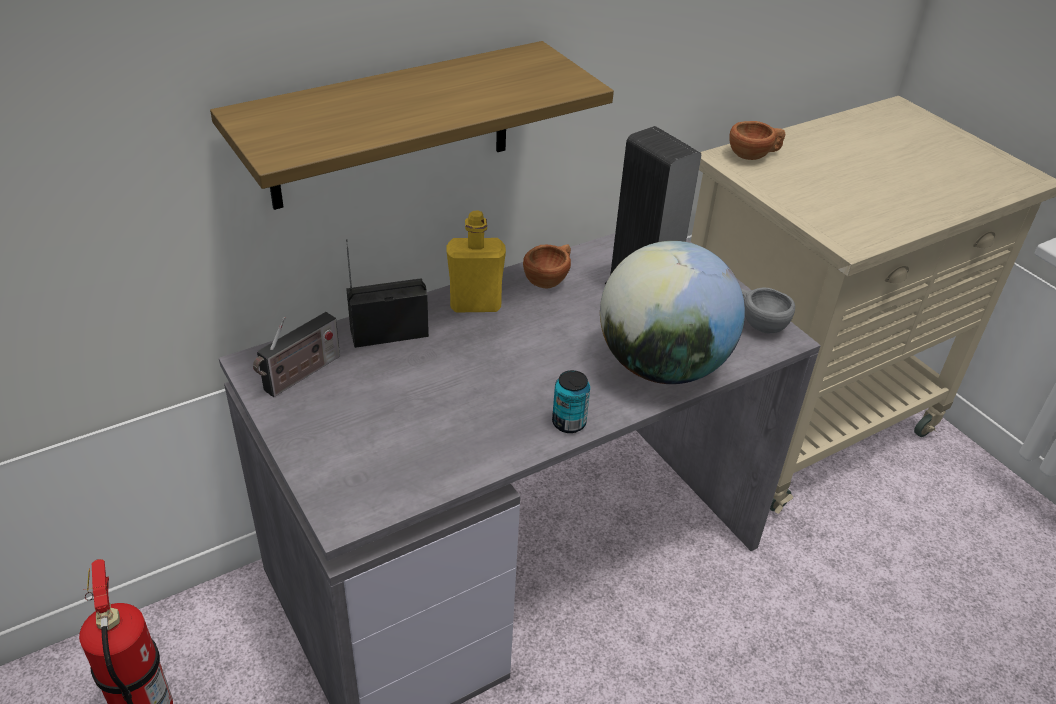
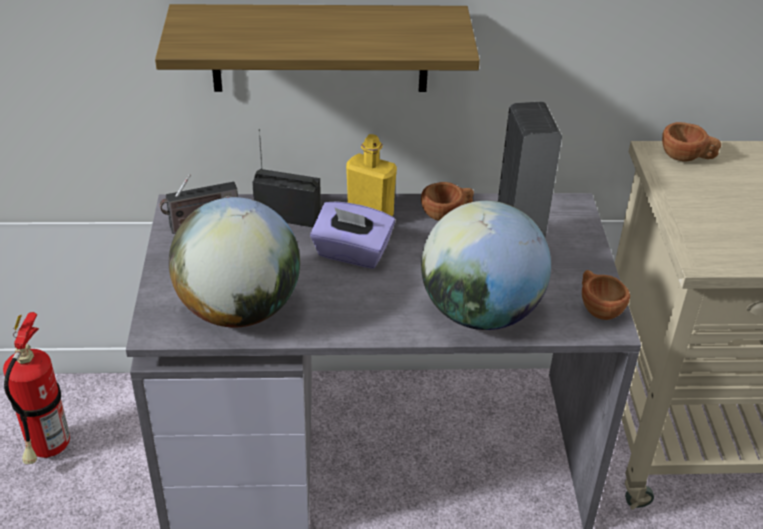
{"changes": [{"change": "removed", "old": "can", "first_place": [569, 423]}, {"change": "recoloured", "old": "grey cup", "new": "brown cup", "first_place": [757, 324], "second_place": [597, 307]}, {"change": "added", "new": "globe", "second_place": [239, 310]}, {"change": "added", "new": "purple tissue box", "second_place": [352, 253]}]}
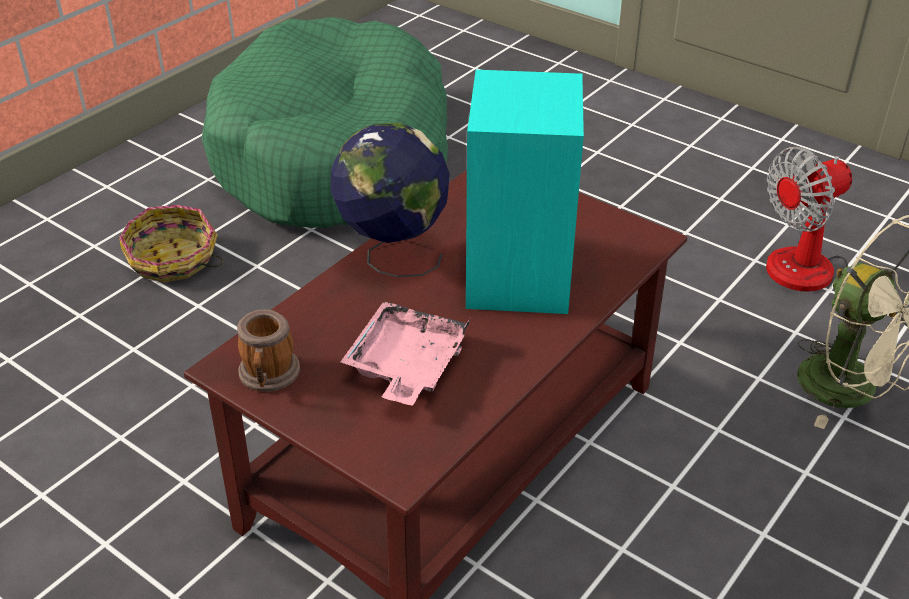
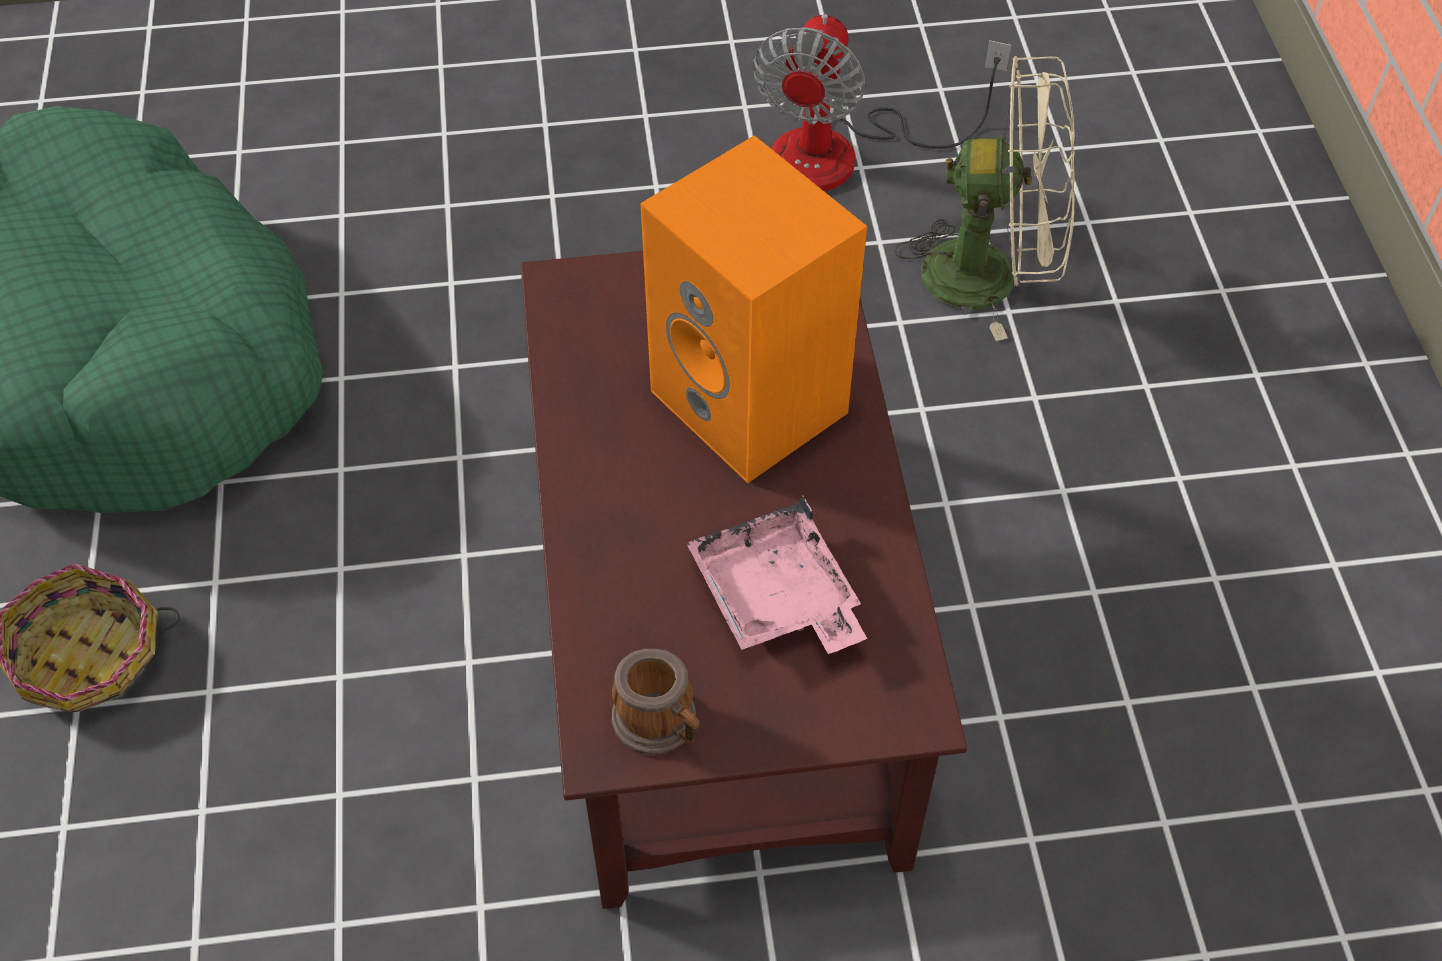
{"changes": [{"change": "removed", "old": "globe", "first_place": [393, 256]}, {"change": "recoloured", "old": "turquoise speaker", "new": "orange speaker", "first_place": [521, 278], "second_place": [755, 403]}]}
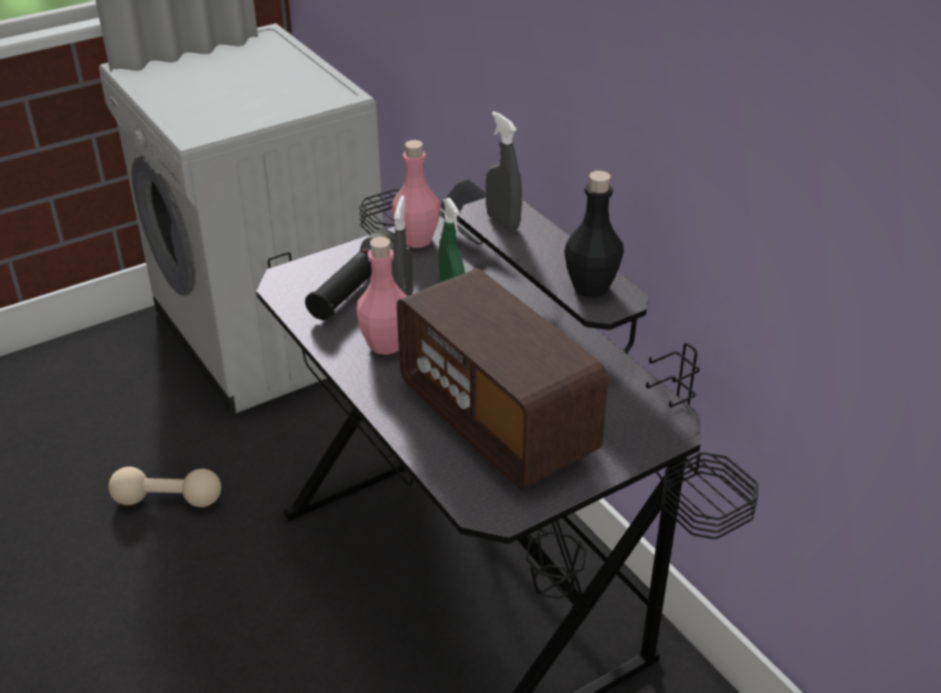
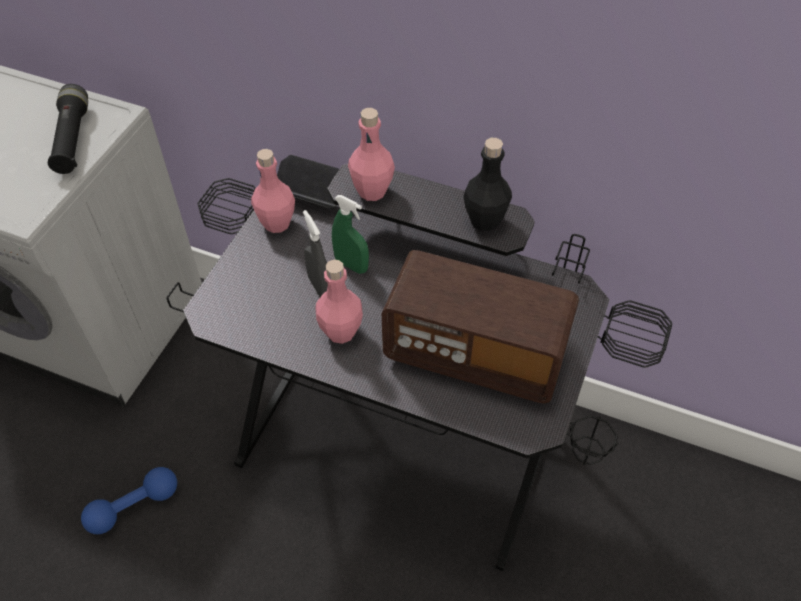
{"changes": [{"change": "recoloured", "old": "beige dumbbell", "new": "blue dumbbell", "first_place": [168, 500], "second_place": [134, 506]}, {"change": "moved", "old": "black flashlight", "first_place": [355, 288], "second_place": [72, 139]}, {"change": "replaced", "old": "grey spray bottle", "new": "pink bottle", "first_place": [502, 222], "second_place": [372, 191]}]}
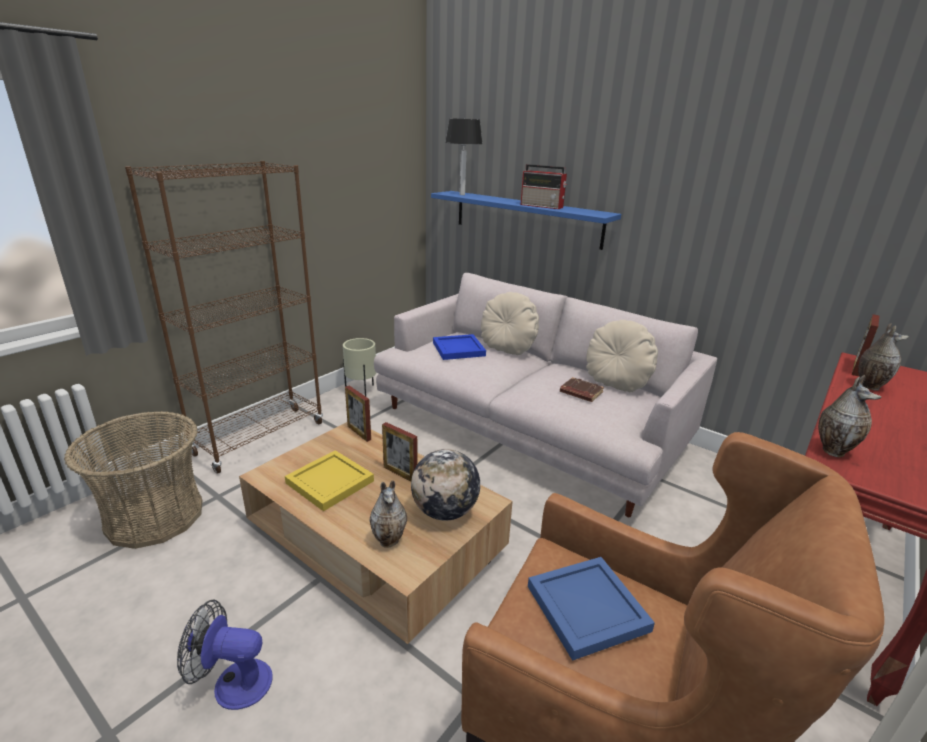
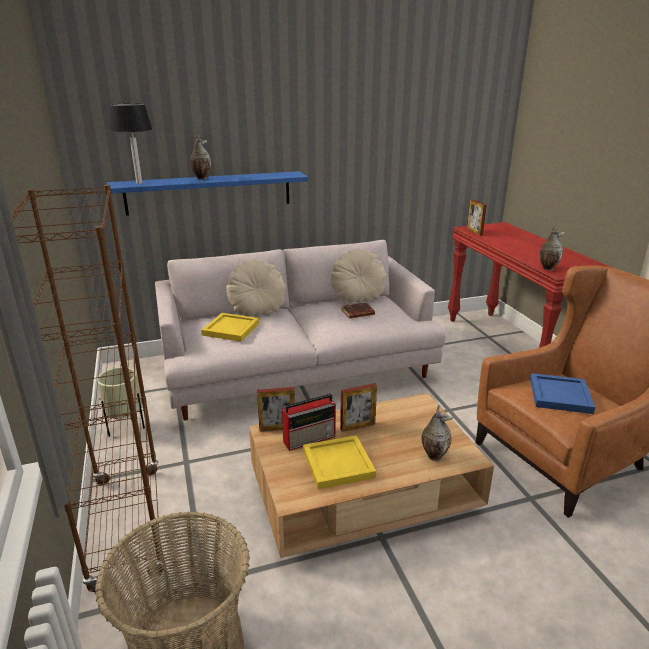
{"changes": [{"change": "removed", "old": "fan", "first_place": [233, 682]}, {"change": "removed", "old": "globe", "first_place": [445, 511]}, {"change": "recoloured", "old": "blue tray", "new": "yellow tray", "first_place": [457, 349], "second_place": [230, 329]}, {"change": "moved", "old": "radio", "first_place": [542, 206], "second_place": [310, 438]}, {"change": "moved", "old": "vase", "first_place": [868, 386], "second_place": [201, 178]}]}
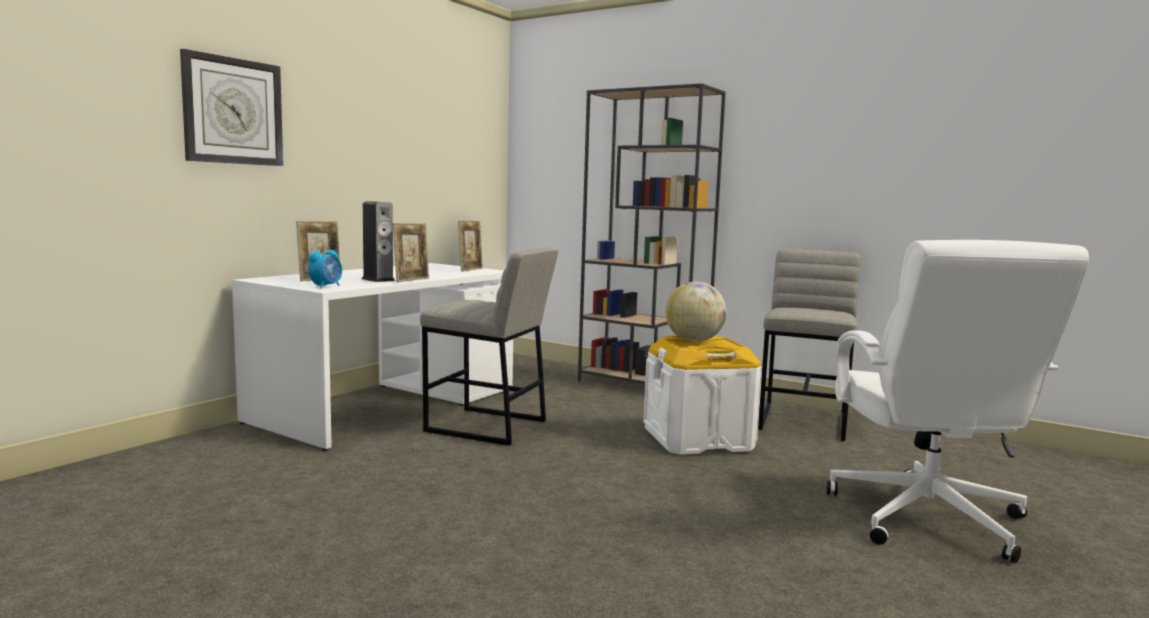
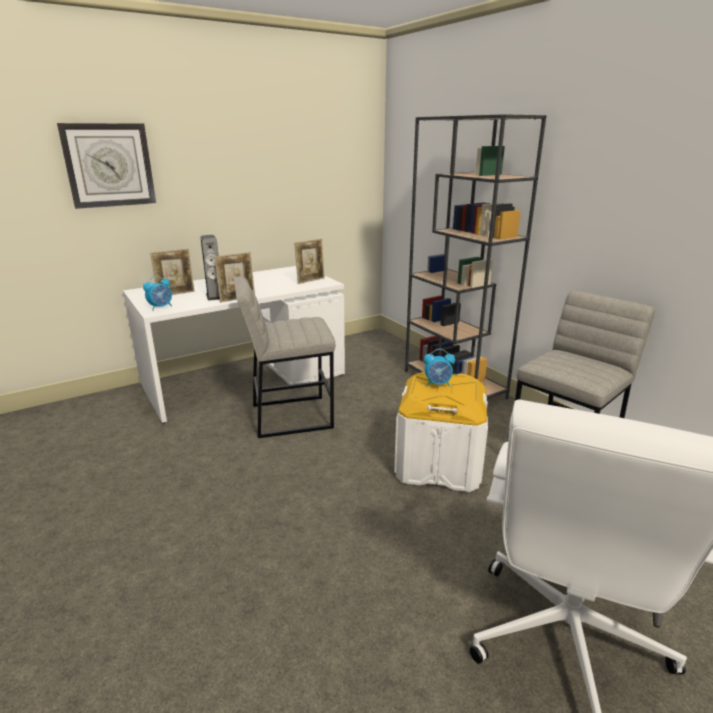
{"changes": [{"change": "turned", "old": "grey chair", "first_place": [489, 426], "second_place": [289, 416], "degrees": 120}, {"change": "replaced", "old": "globe", "new": "alarm clock", "first_place": [694, 341], "second_place": [438, 384]}]}
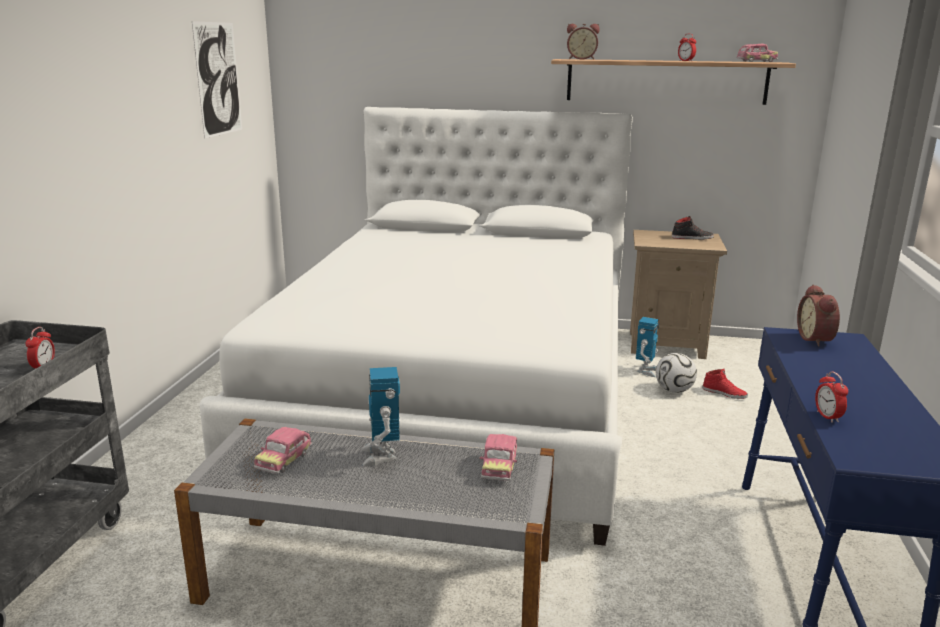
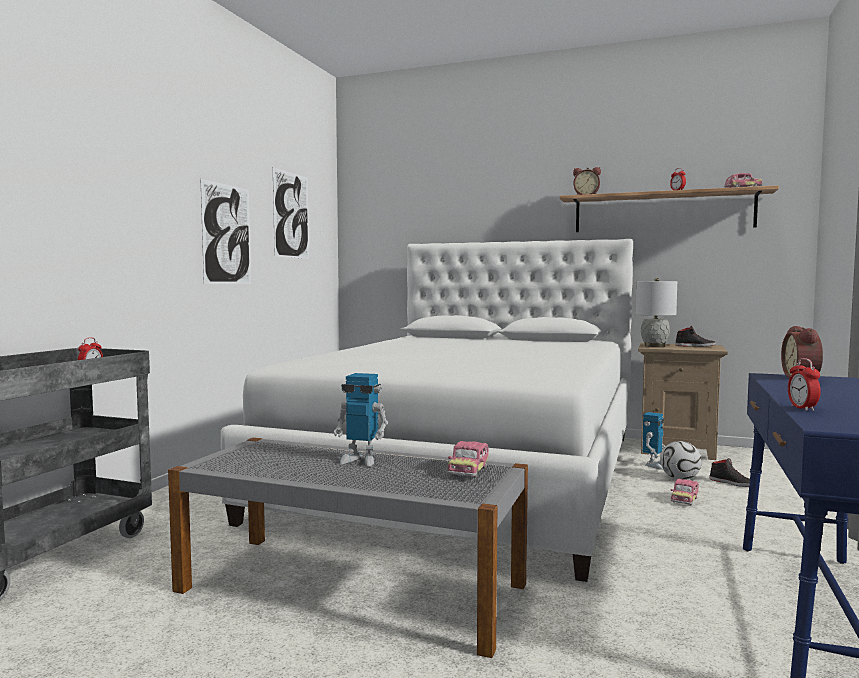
{"changes": [{"change": "moved", "old": "toy car", "first_place": [284, 460], "second_place": [684, 500]}, {"change": "turned", "old": "toy robot", "first_place": [381, 456], "second_place": [361, 460], "degrees": -75}, {"change": "recoloured", "old": "red shoe", "new": "black shoe", "first_place": [724, 393], "second_place": [732, 483]}, {"change": "added", "new": "picture", "second_place": [227, 234]}, {"change": "added", "new": "white table lamp", "second_place": [654, 346]}]}
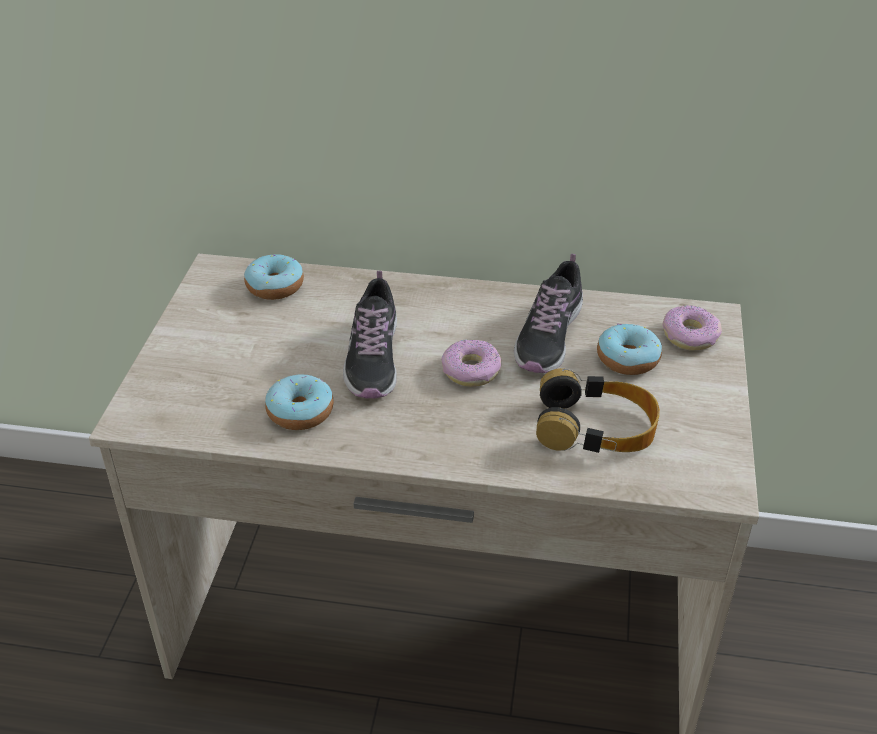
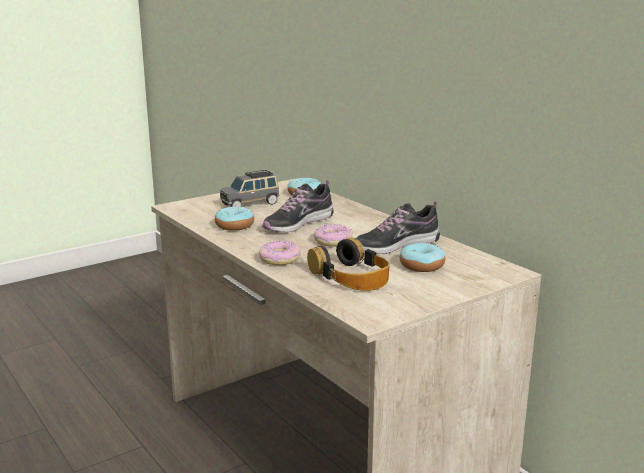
{"changes": [{"change": "moved", "old": "donut", "first_place": [690, 335], "second_place": [280, 259]}, {"change": "added", "new": "grey toy car", "second_place": [250, 204]}]}
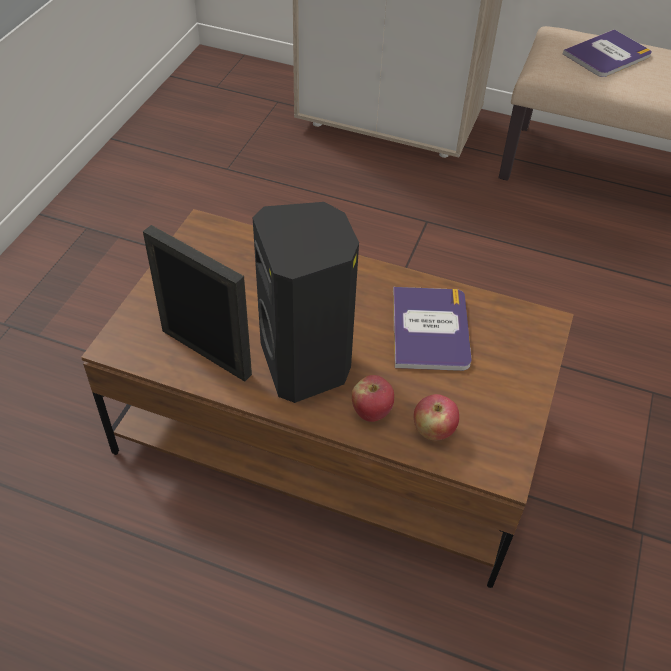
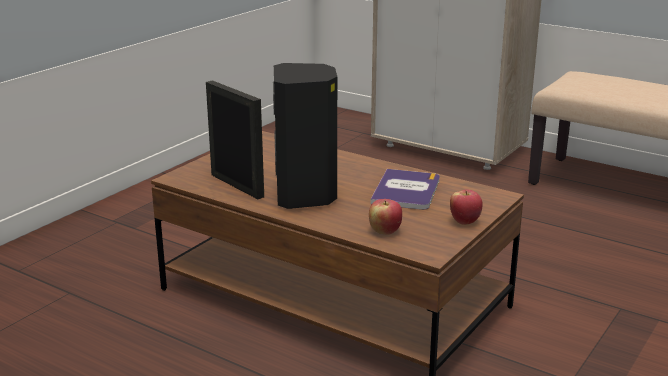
{"changes": [{"change": "moved", "old": "apple", "first_place": [371, 411], "second_place": [464, 221]}, {"change": "removed", "old": "book", "first_place": [607, 55]}]}
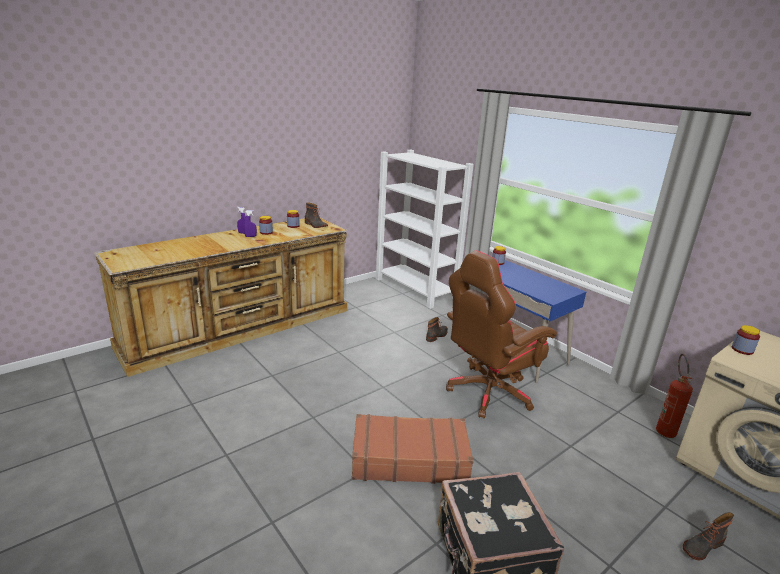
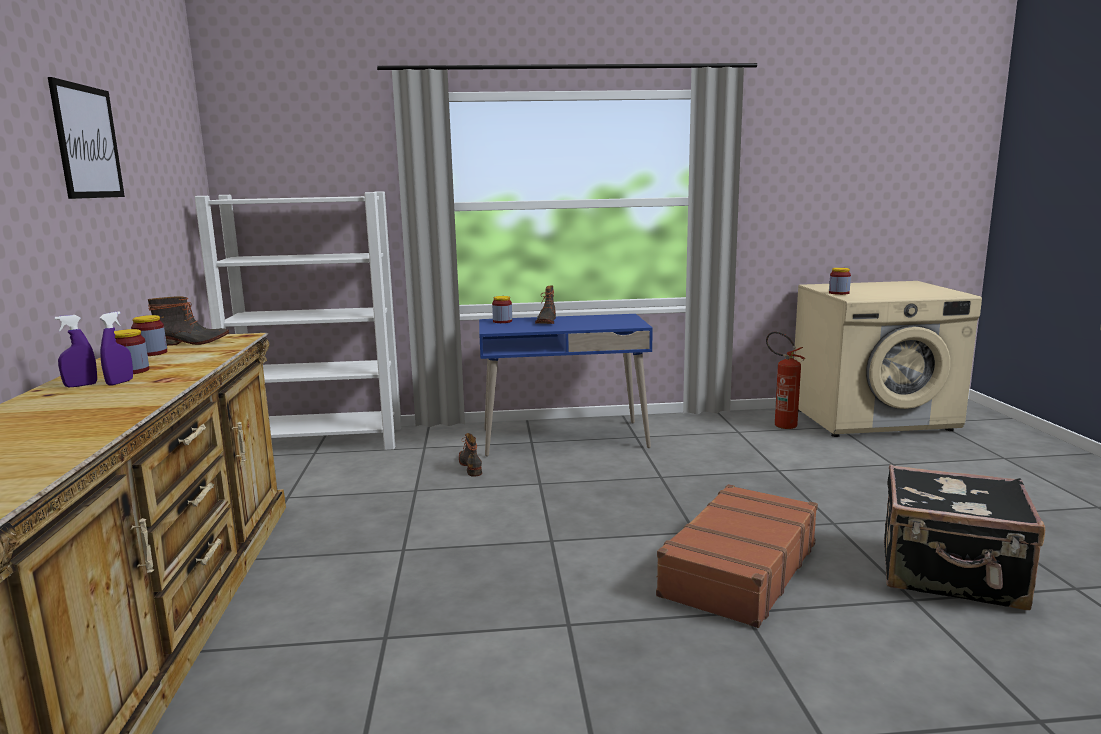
{"changes": [{"change": "removed", "old": "brown office chair", "first_place": [489, 392]}, {"change": "moved", "old": "boot", "first_place": [701, 546], "second_place": [546, 321]}, {"change": "added", "new": "picture", "second_place": [87, 142]}]}
